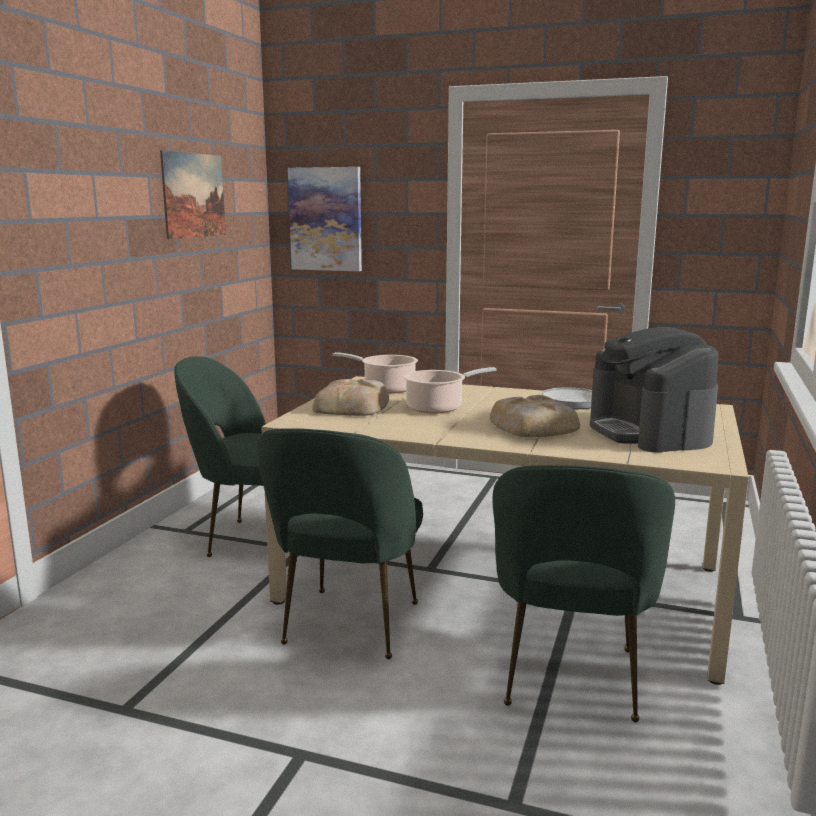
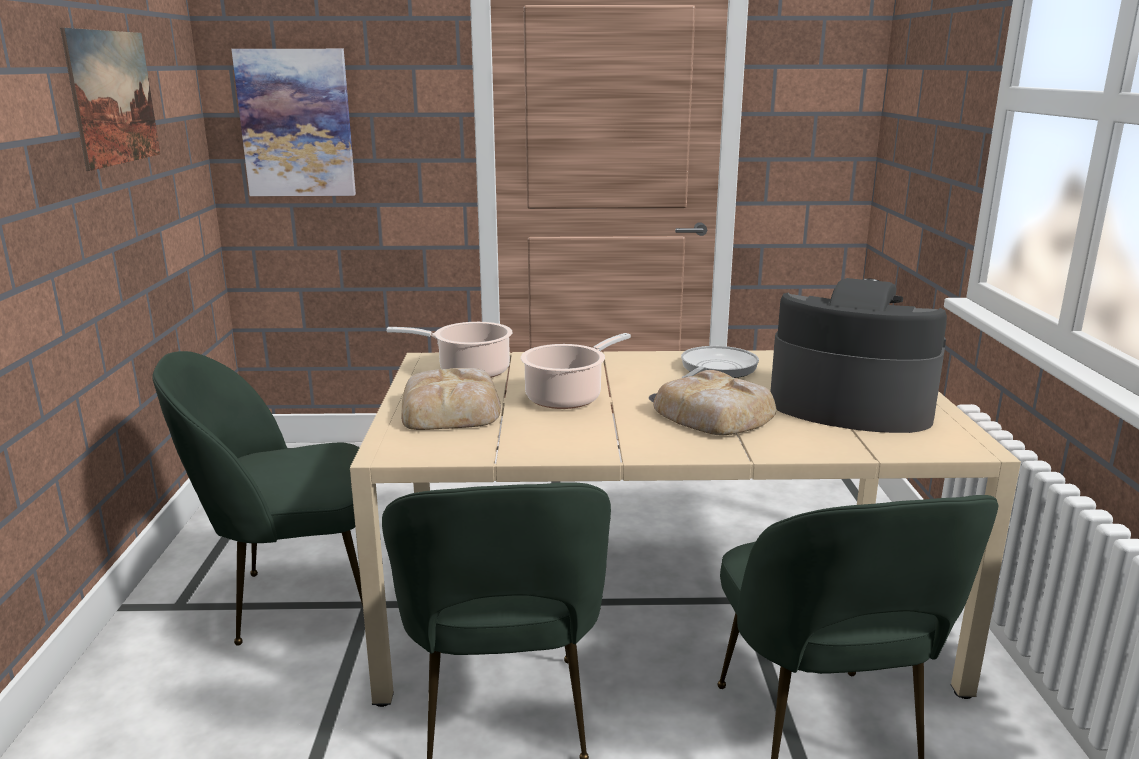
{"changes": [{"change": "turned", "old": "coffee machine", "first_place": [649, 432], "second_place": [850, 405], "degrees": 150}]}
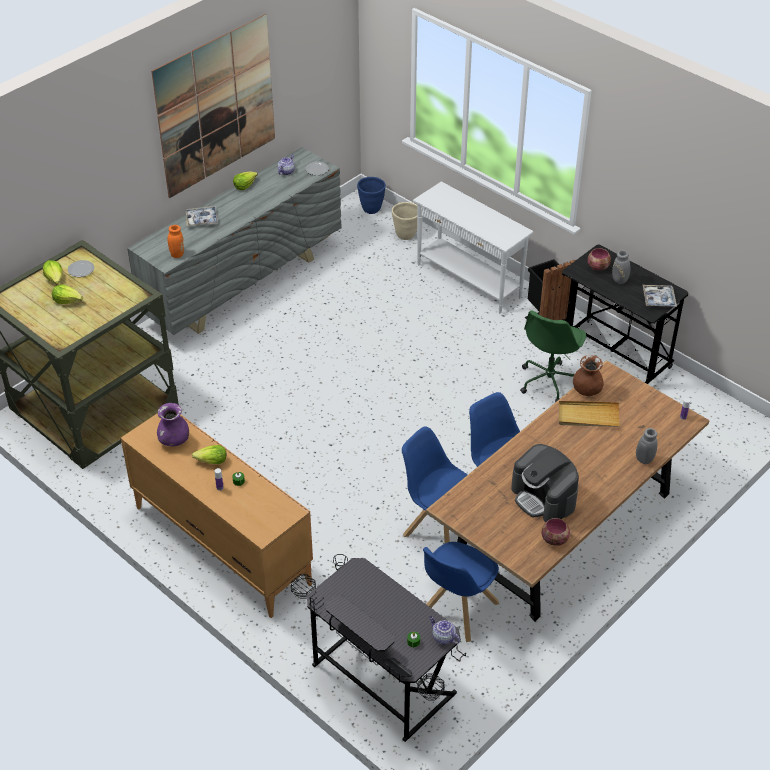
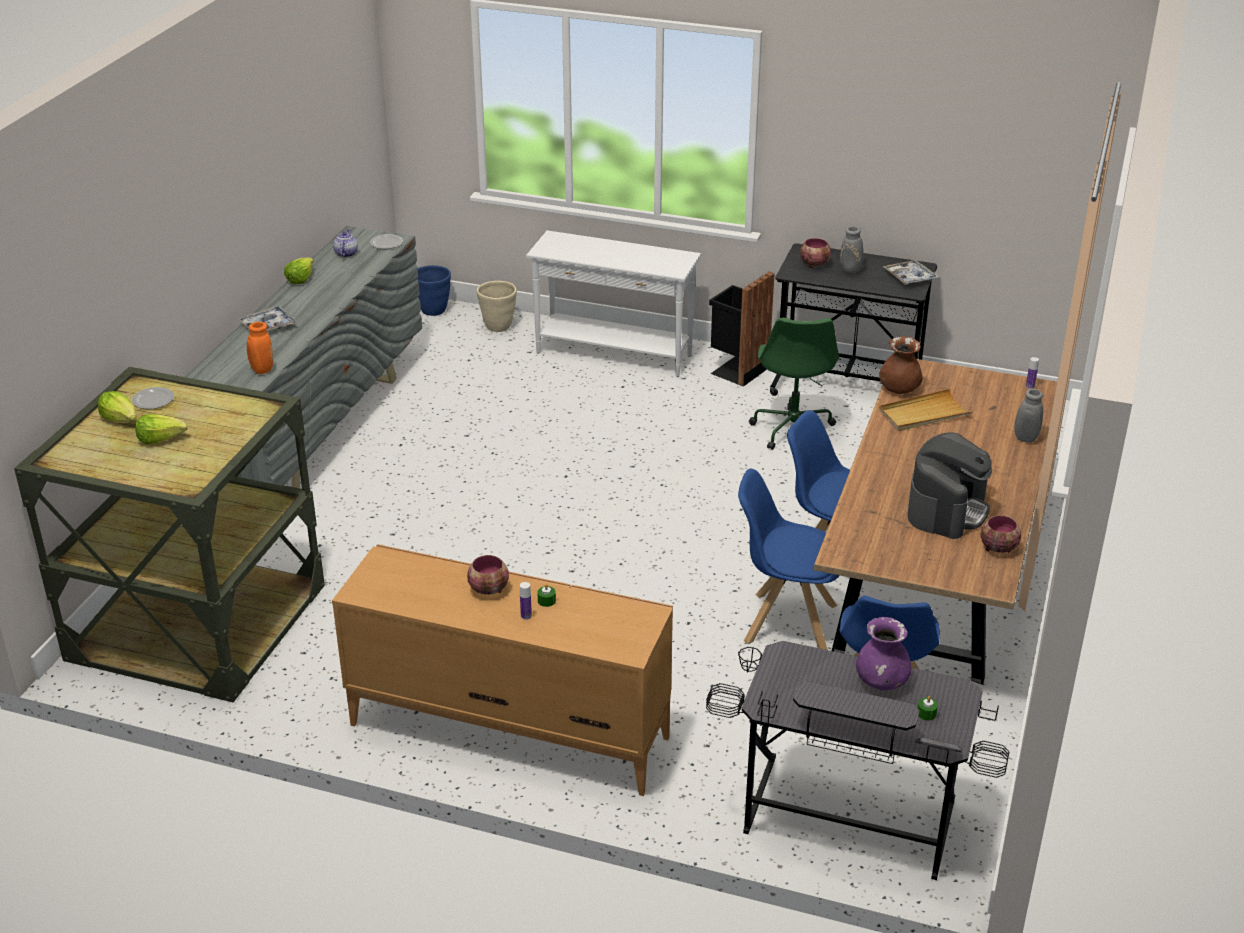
{"changes": [{"change": "removed", "old": "picture", "first_place": [216, 106]}, {"change": "moved", "old": "purple vase", "first_place": [174, 440], "second_place": [882, 682]}, {"change": "replaced", "old": "lettuce", "new": "bowl", "first_place": [211, 461], "second_place": [490, 590]}, {"change": "removed", "old": "teapot", "first_place": [443, 637]}, {"change": "turned", "old": "coffee machine", "first_place": [544, 498], "second_place": [947, 509], "degrees": -90}]}
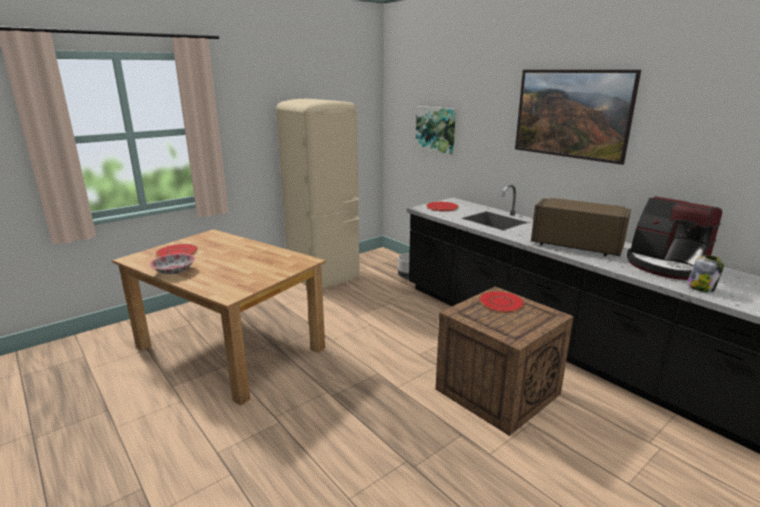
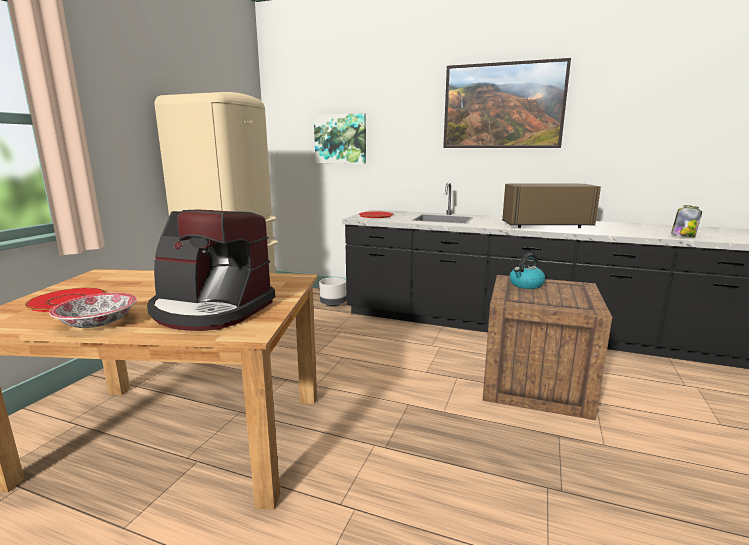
{"changes": [{"change": "replaced", "old": "red plate", "new": "kettle", "first_place": [501, 302], "second_place": [526, 285]}, {"change": "moved", "old": "coffee machine", "first_place": [666, 265], "second_place": [211, 310]}]}
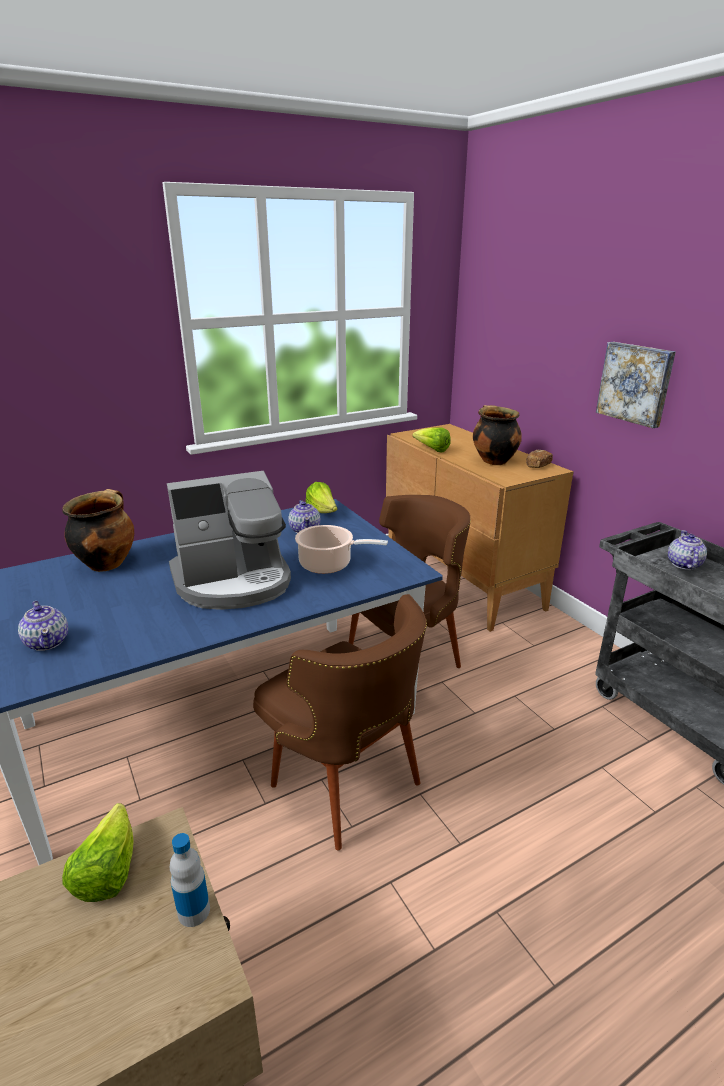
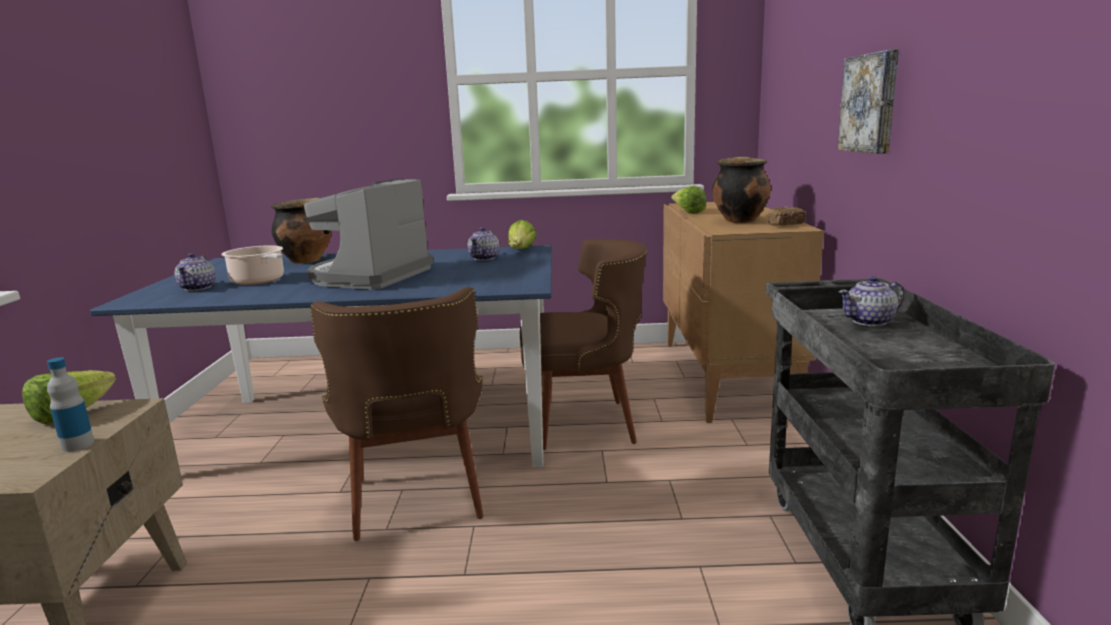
{"changes": [{"change": "turned", "old": "coffee machine", "first_place": [233, 581], "second_place": [370, 276], "degrees": 105}, {"change": "moved", "old": "cooking pot", "first_place": [329, 564], "second_place": [259, 281]}, {"change": "turned", "old": "teapot", "first_place": [683, 564], "second_place": [870, 321], "degrees": -150}]}
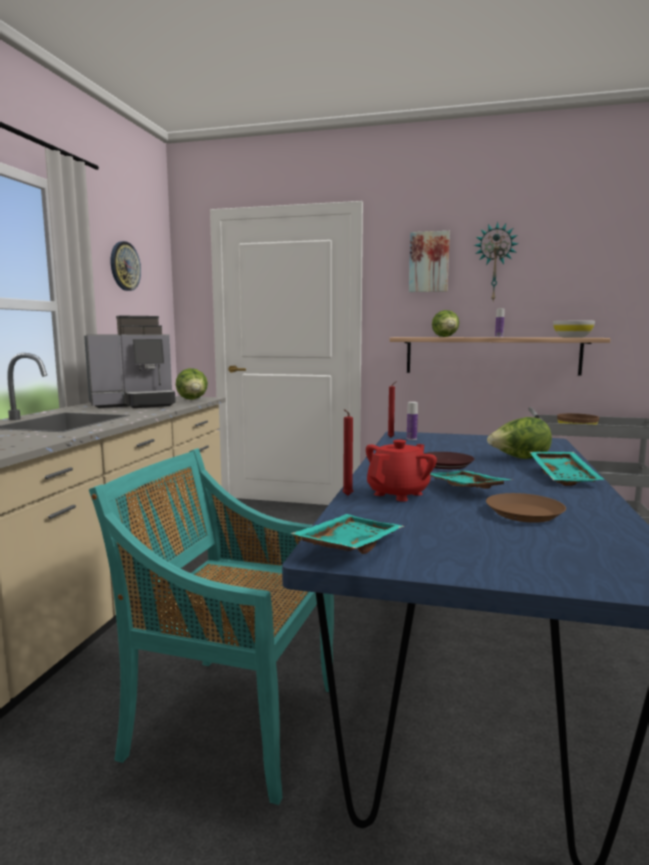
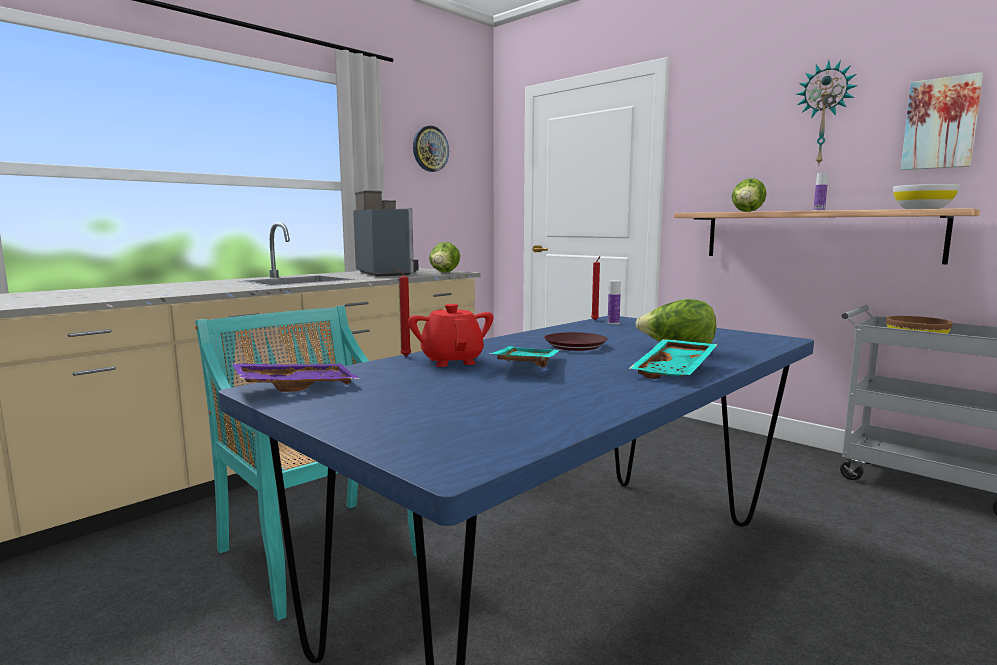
{"changes": [{"change": "turned", "old": "coffee machine", "first_place": [134, 404], "second_place": [387, 273], "degrees": -120}, {"change": "recoloured", "old": "turquoise tray", "new": "purple tray", "first_place": [348, 546], "second_place": [296, 387]}, {"change": "turned", "old": "red teapot", "first_place": [398, 494], "second_place": [452, 361], "degrees": -90}, {"change": "moved", "old": "picture", "first_place": [429, 262], "second_place": [940, 124]}, {"change": "removed", "old": "brown plate", "first_place": [525, 513]}]}
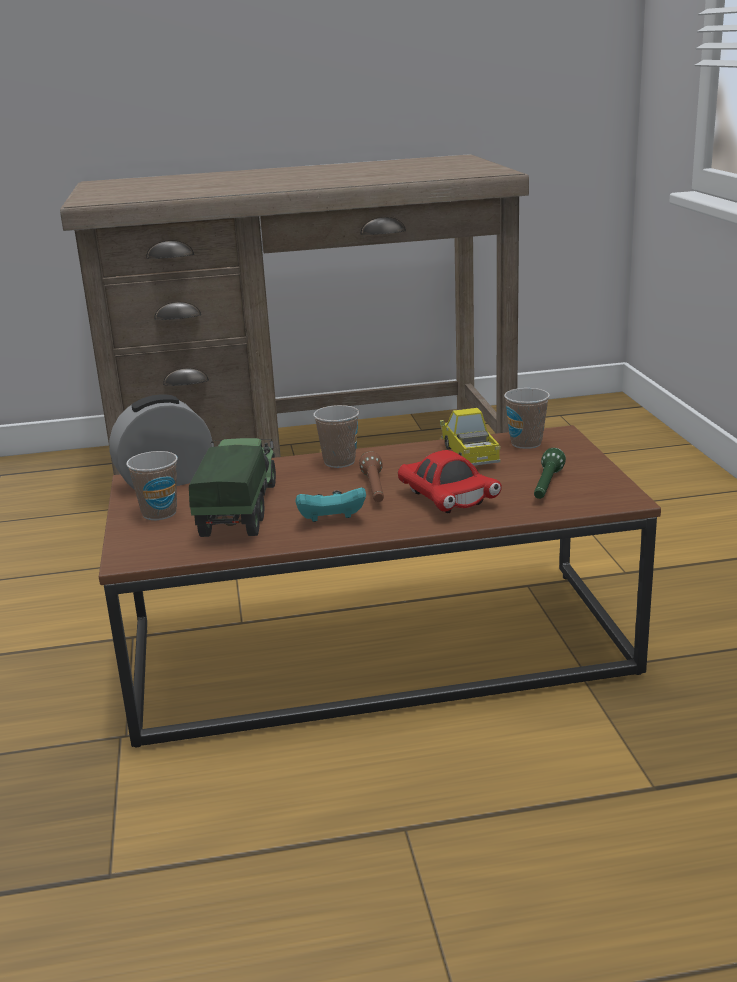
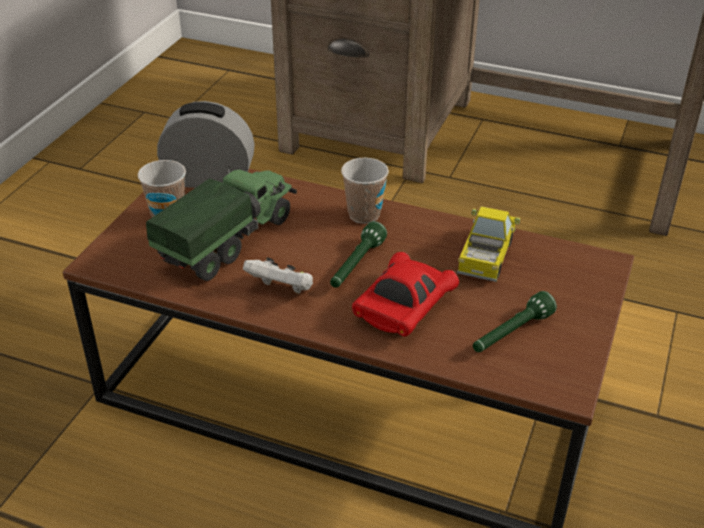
{"changes": [{"change": "recoloured", "old": "turquoise game controller", "new": "white game controller", "first_place": [331, 521], "second_place": [282, 290]}, {"change": "recoloured", "old": "brown flashlight", "new": "green flashlight", "first_place": [374, 489], "second_place": [356, 265]}, {"change": "turned", "old": "red toy car", "first_place": [447, 499], "second_place": [403, 308], "degrees": -150}, {"change": "removed", "old": "cup", "first_place": [526, 443]}]}
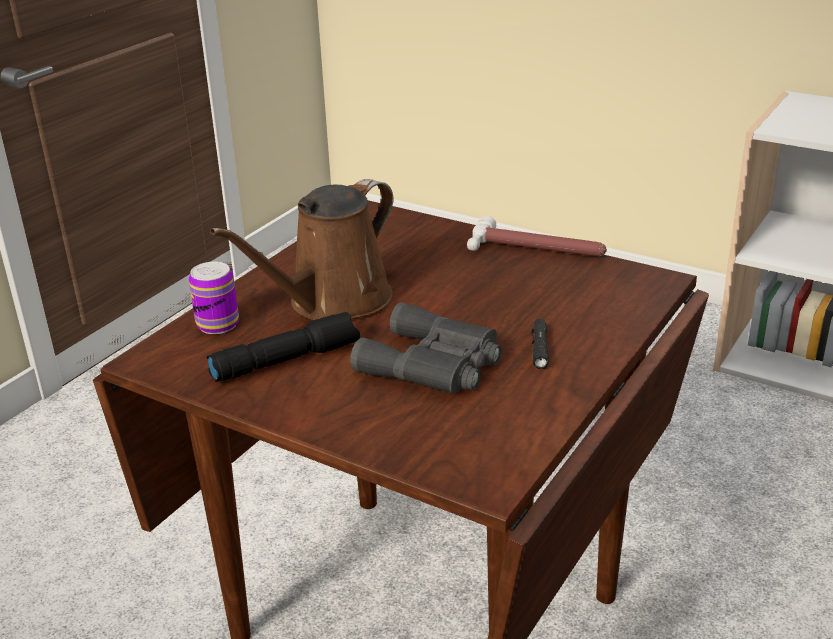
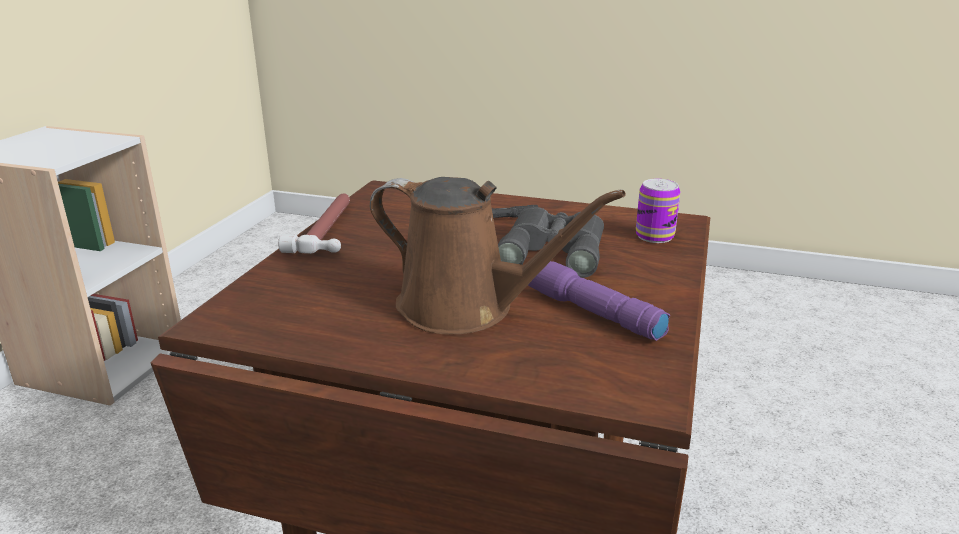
{"changes": [{"change": "moved", "old": "can", "first_place": [218, 324], "second_place": [654, 236]}, {"change": "recoloured", "old": "black flashlight", "new": "purple flashlight", "first_place": [286, 360], "second_place": [591, 313]}]}
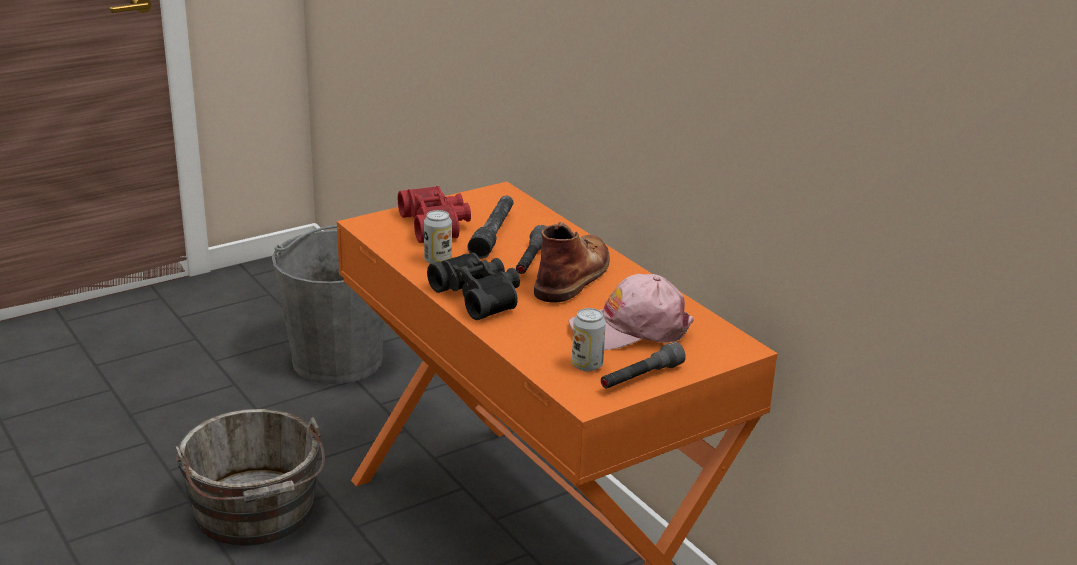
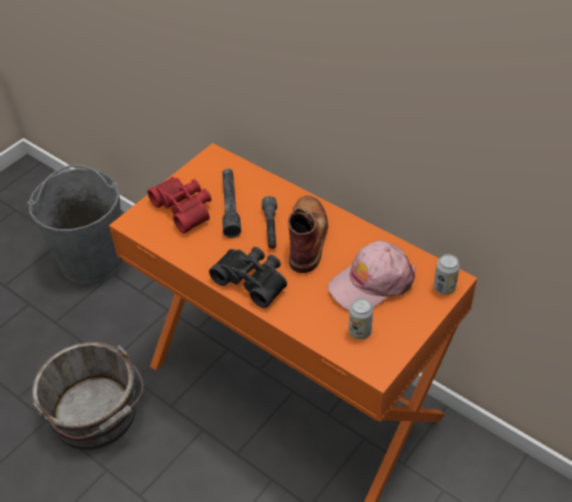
{"changes": [{"change": "moved", "old": "can", "first_place": [438, 261], "second_place": [444, 288]}, {"change": "removed", "old": "grey flashlight", "first_place": [640, 378]}]}
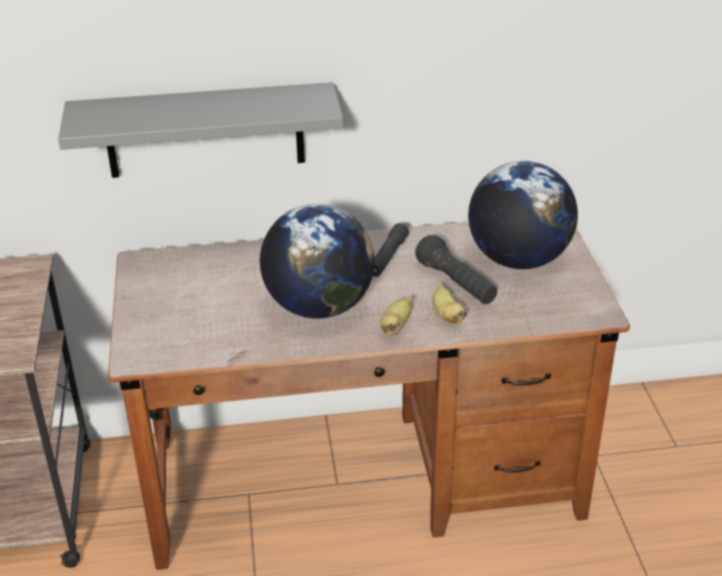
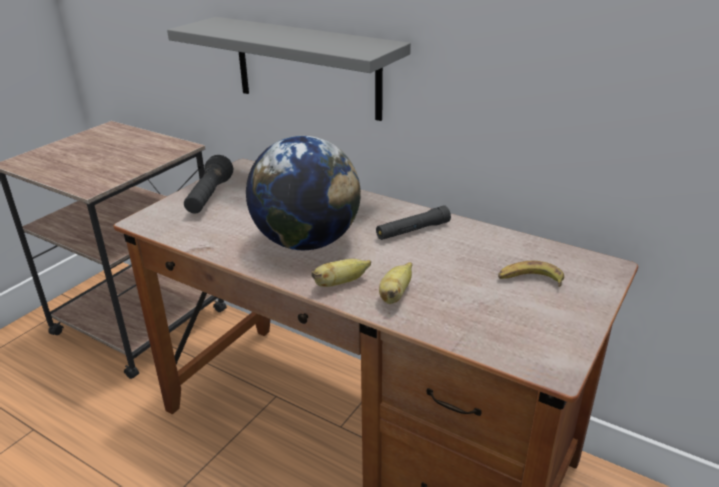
{"changes": [{"change": "moved", "old": "black flashlight", "first_place": [456, 284], "second_place": [209, 197]}, {"change": "replaced", "old": "globe", "new": "banana", "first_place": [518, 259], "second_place": [529, 280]}]}
